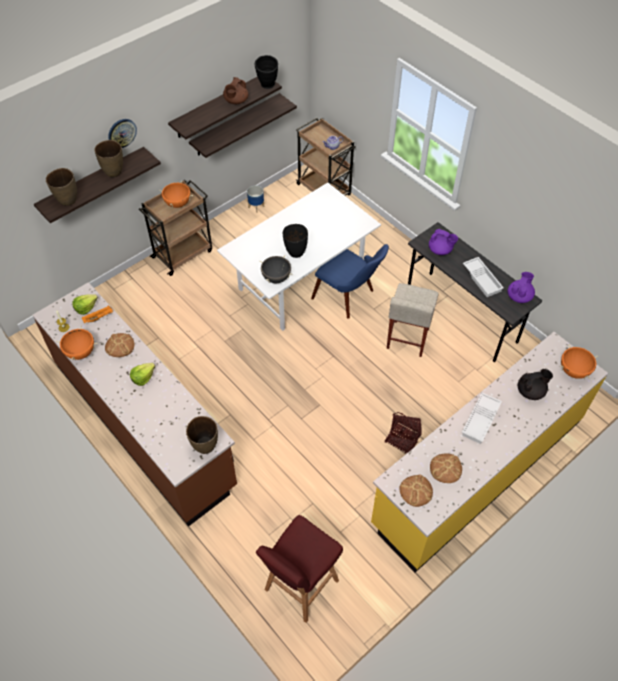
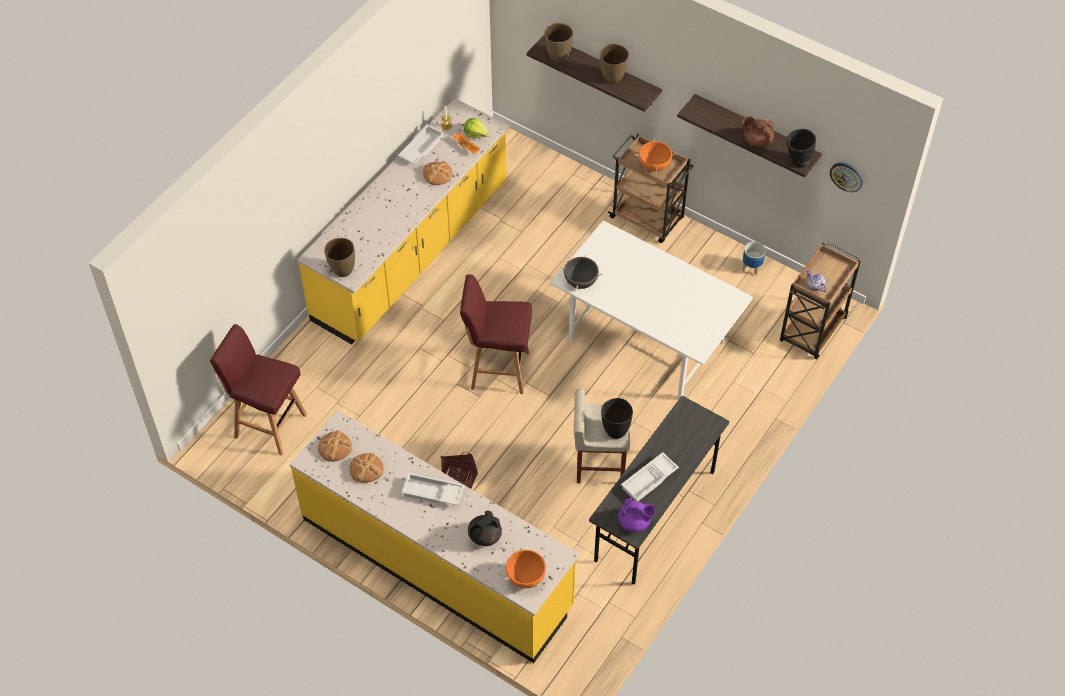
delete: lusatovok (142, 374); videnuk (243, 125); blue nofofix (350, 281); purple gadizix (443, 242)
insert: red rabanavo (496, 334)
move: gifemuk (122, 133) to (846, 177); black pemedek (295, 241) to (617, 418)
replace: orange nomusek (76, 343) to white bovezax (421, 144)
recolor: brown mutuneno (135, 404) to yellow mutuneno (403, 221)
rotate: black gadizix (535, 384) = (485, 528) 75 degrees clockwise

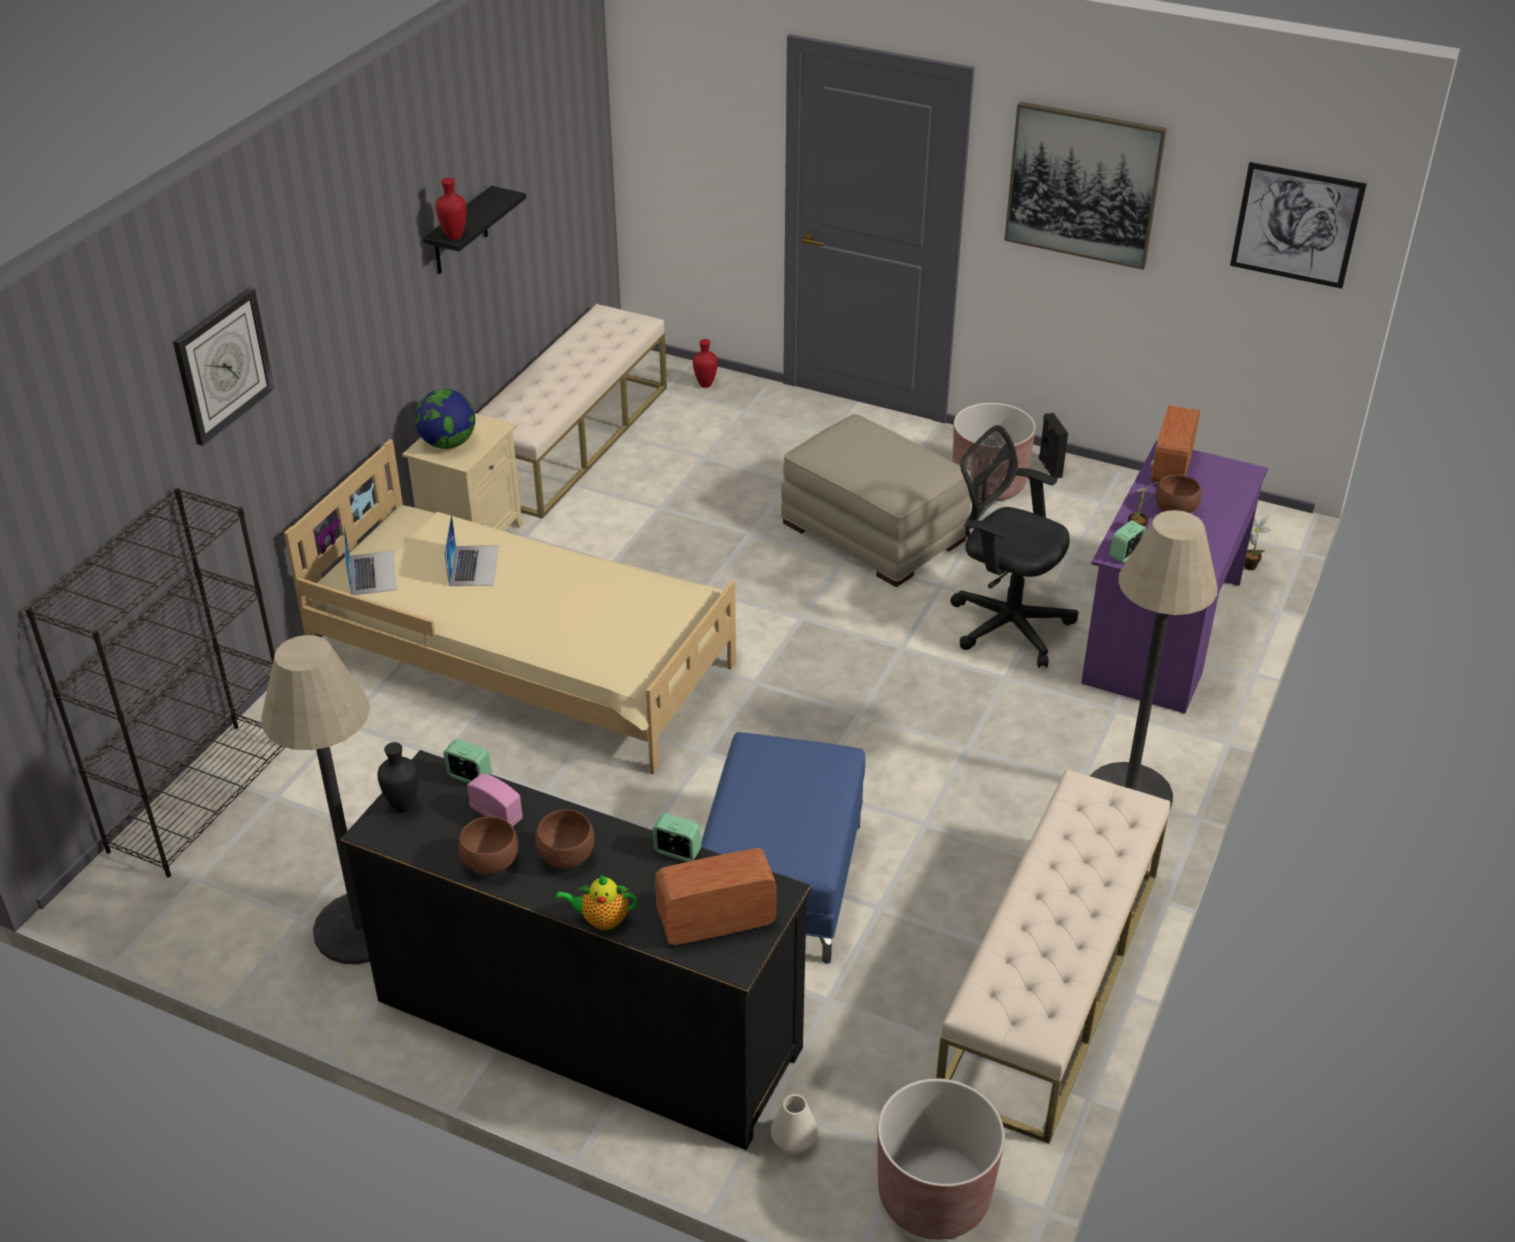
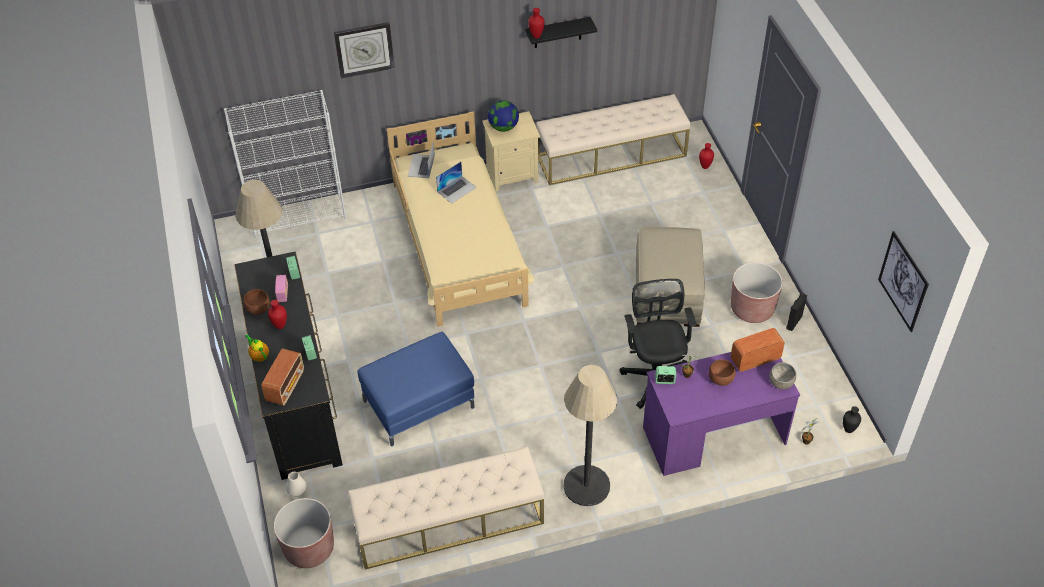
delete: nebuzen (1085, 186)
insert: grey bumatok (782, 376)
move: black pemedek (398, 777) to (852, 419)
replace: brown bumatok (564, 839) to red pemedek (277, 314)
recolor: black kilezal (155, 683) to white kilezal (285, 164)
rotate: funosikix (370, 559) = (421, 160) 150 degrees clockwise; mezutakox (716, 896) = (283, 377) 75 degrees clockwise

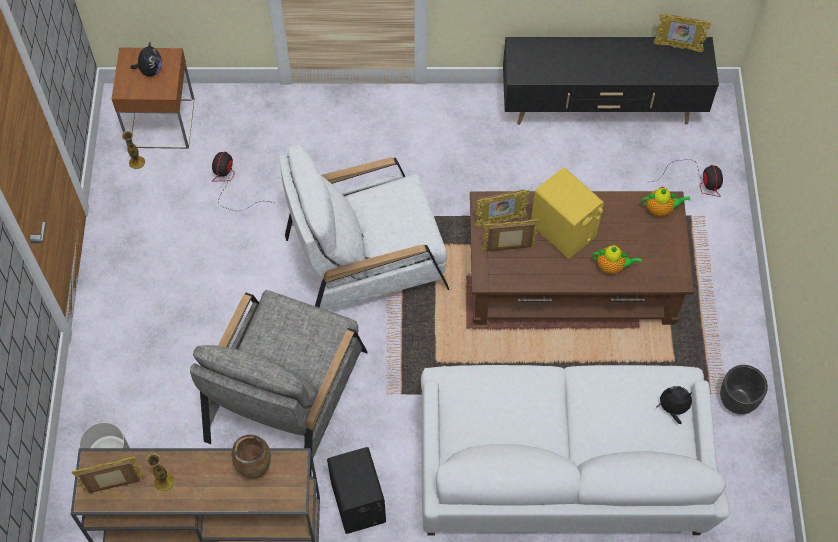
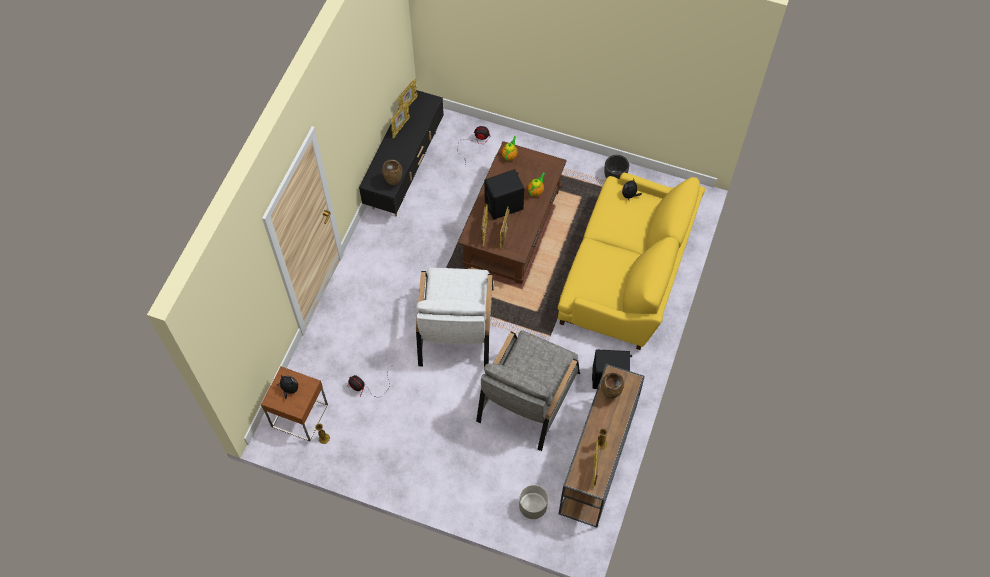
insert: brown pemedek (392, 172); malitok (400, 119)
recolor: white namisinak (575, 450) to yellow namisinak (631, 261); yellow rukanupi (567, 213) to black rukanupi (504, 194)
rotate: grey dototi (279, 383) = (528, 390) 75 degrees clockwise

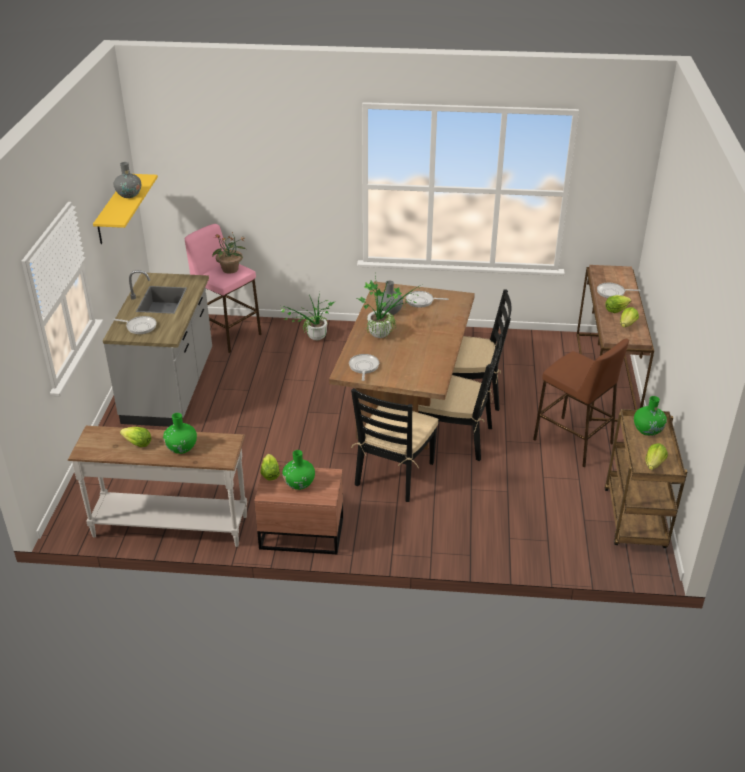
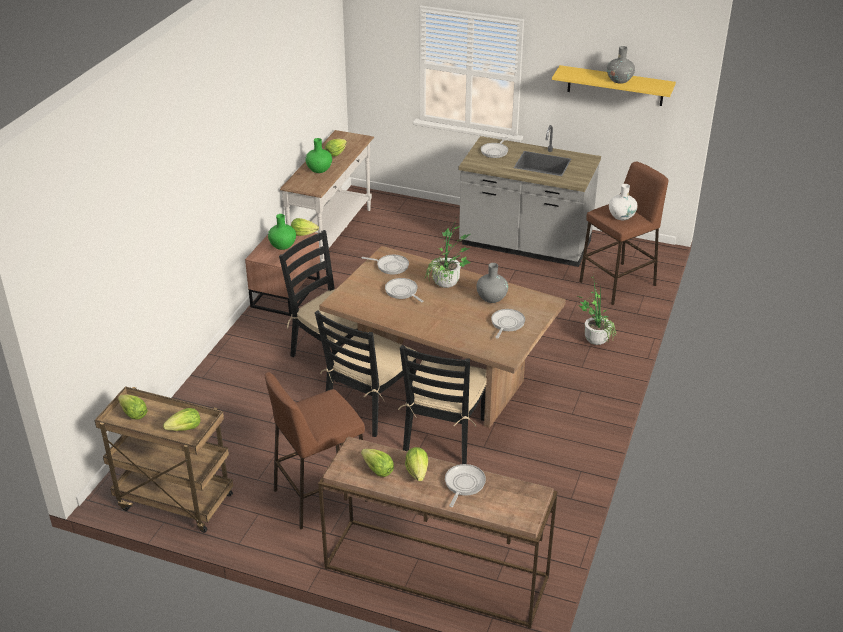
insert: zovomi (404, 290)
replace: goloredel (229, 253) to white pemedek (623, 202); green pemedek (650, 416) to lusatovok (181, 419)
recolor: pink rabanavo (223, 288) to brown rabanavo (623, 233)

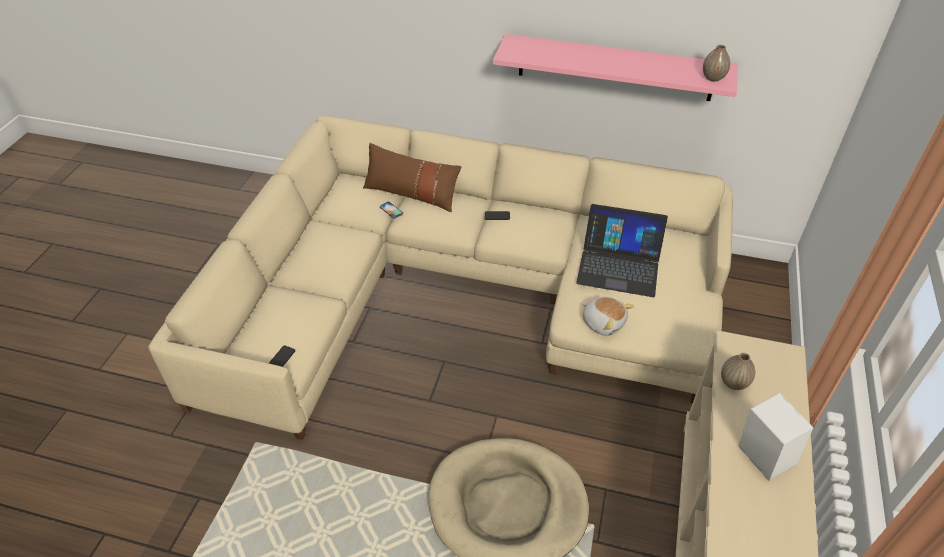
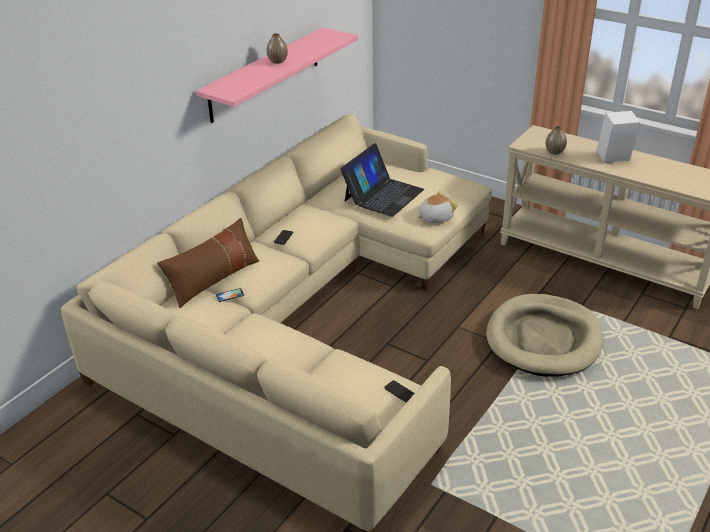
move: pemedek (716, 63) to (277, 48)

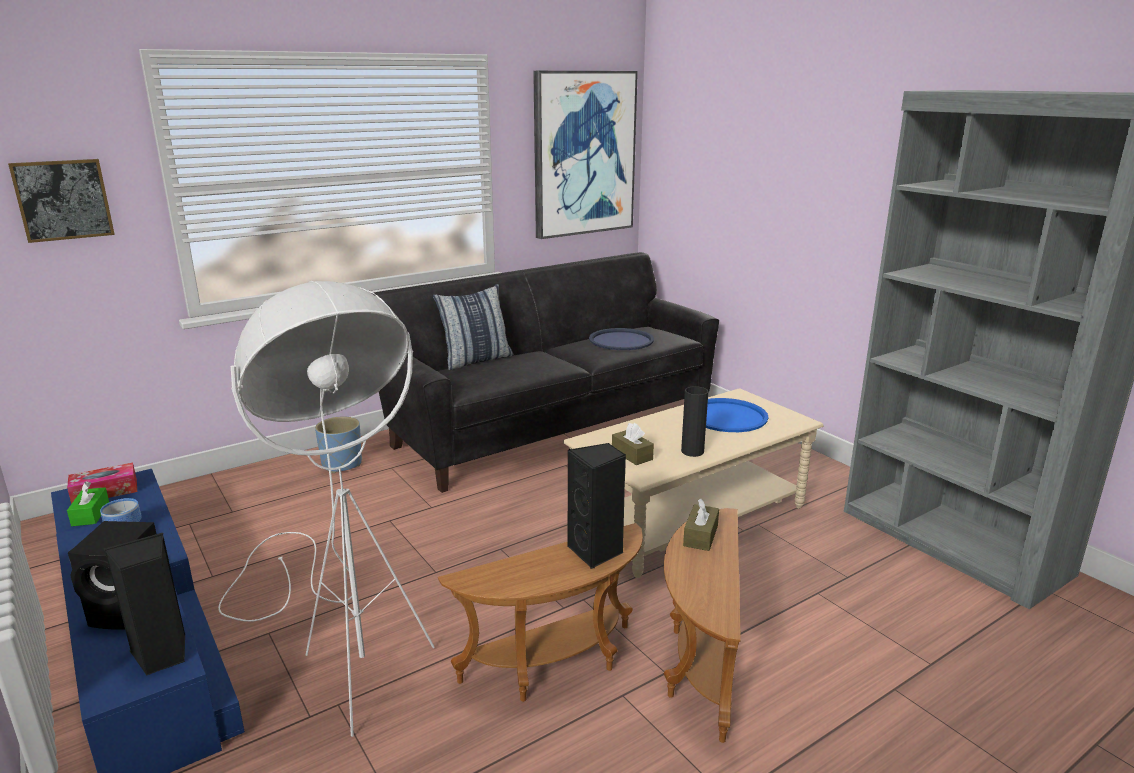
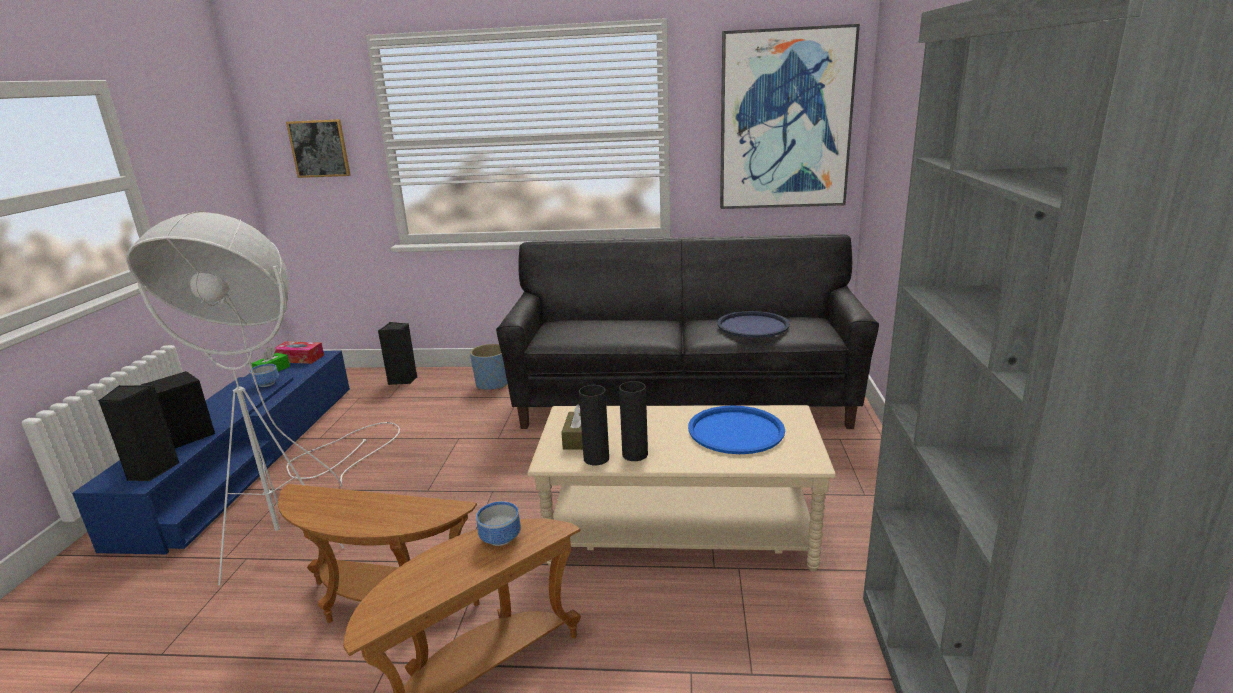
delete: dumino (473, 327)
insert: black pemedek (594, 425)
move: black rukanupi (597, 506) to (398, 353)
replace: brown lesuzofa (701, 525) to bumatok (498, 523)

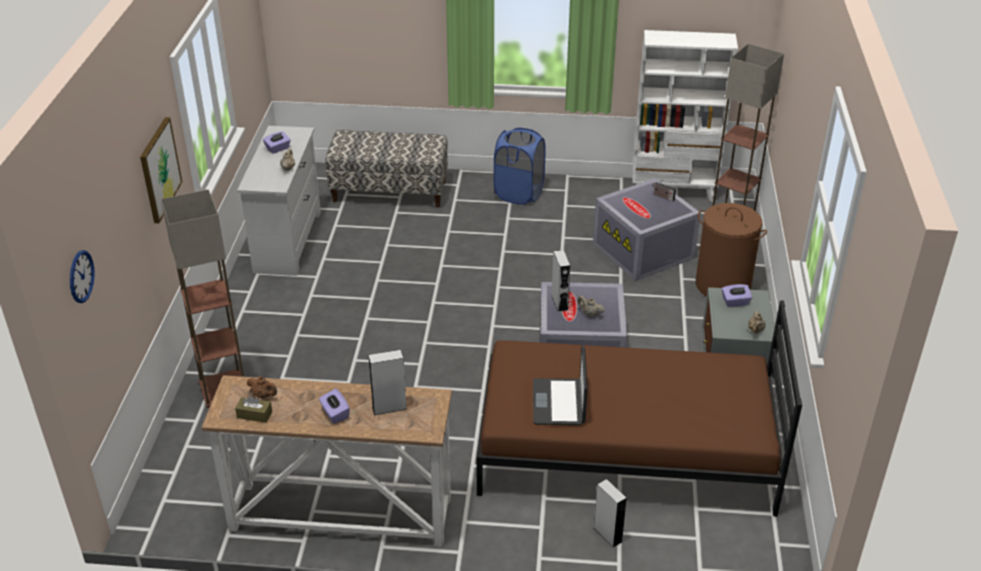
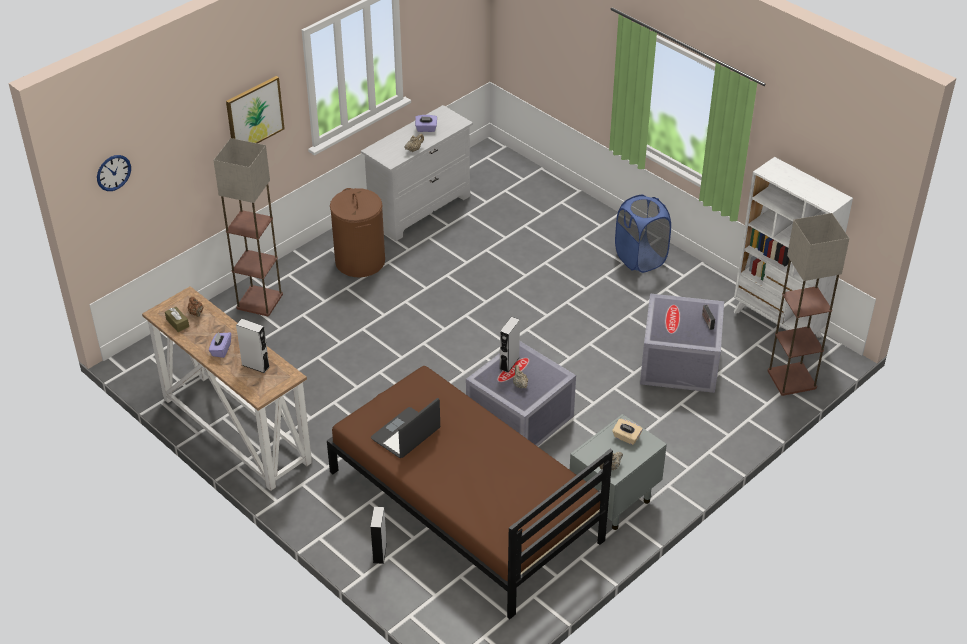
delete: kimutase (386, 169)
move: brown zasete (731, 250) to (357, 232)
recolor: purple lesuzofa (737, 295) to beige lesuzofa (627, 432)

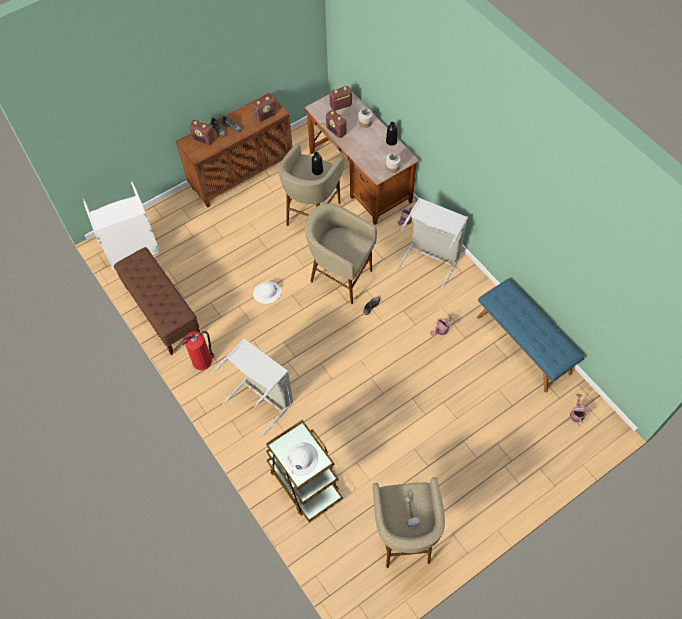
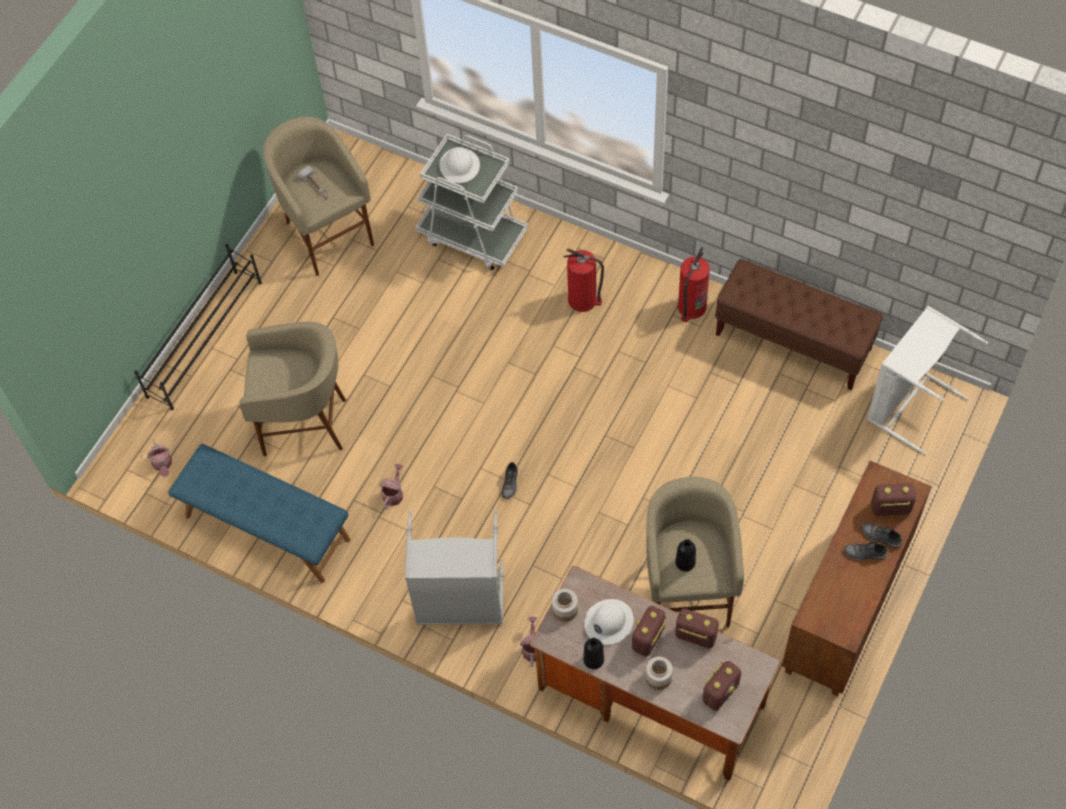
insert: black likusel (198, 327)
move: mezutakox (264, 108) to (649, 631); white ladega (267, 292) to (609, 622); beige rabanavo (341, 253) to (293, 389)
replace: grey zasete (252, 387) to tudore (583, 280)
recolor: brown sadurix (304, 471) to white sadurix (471, 202)

